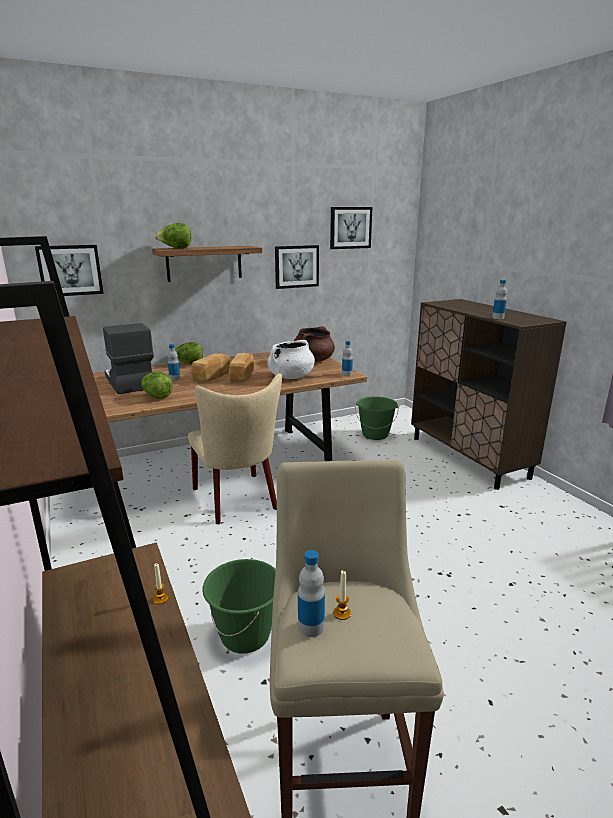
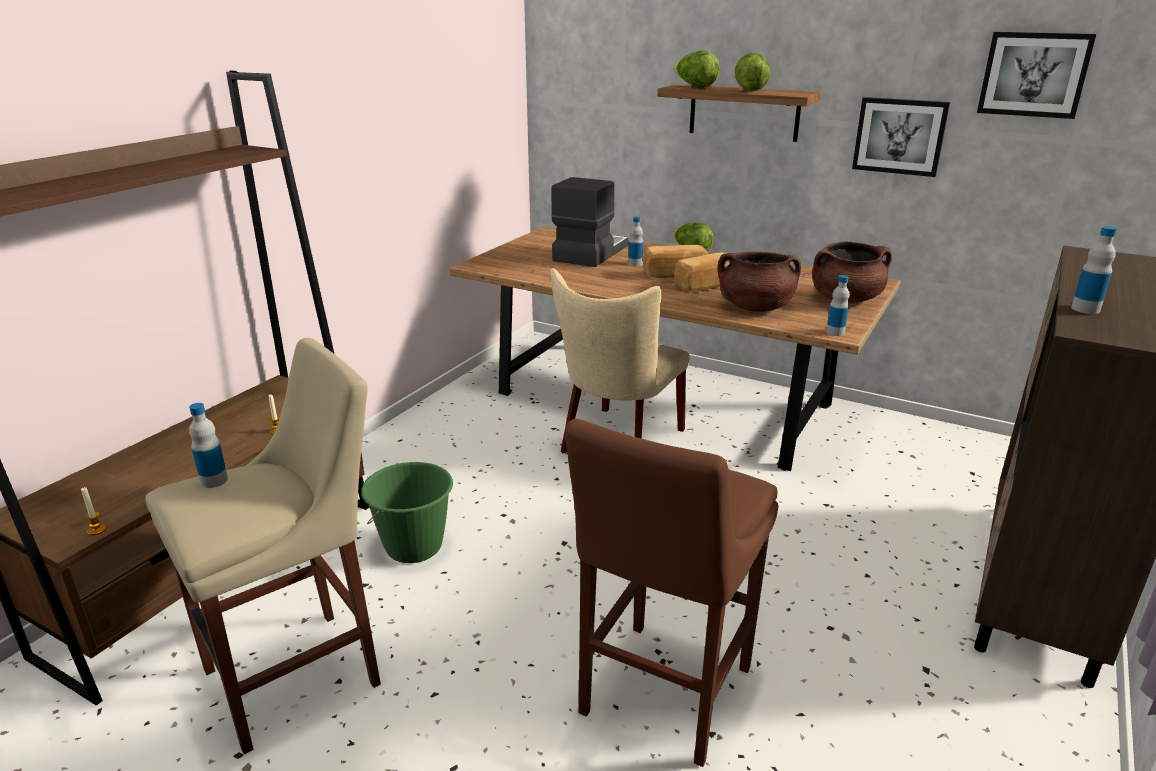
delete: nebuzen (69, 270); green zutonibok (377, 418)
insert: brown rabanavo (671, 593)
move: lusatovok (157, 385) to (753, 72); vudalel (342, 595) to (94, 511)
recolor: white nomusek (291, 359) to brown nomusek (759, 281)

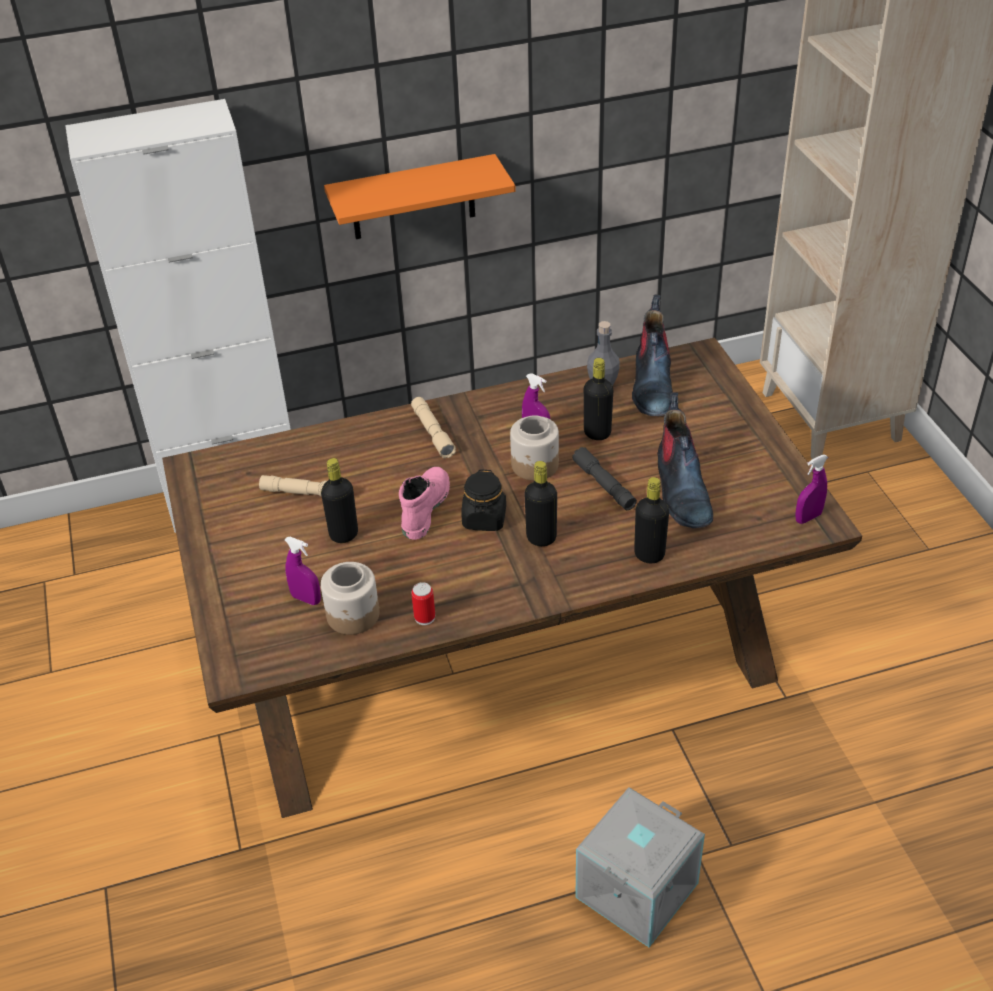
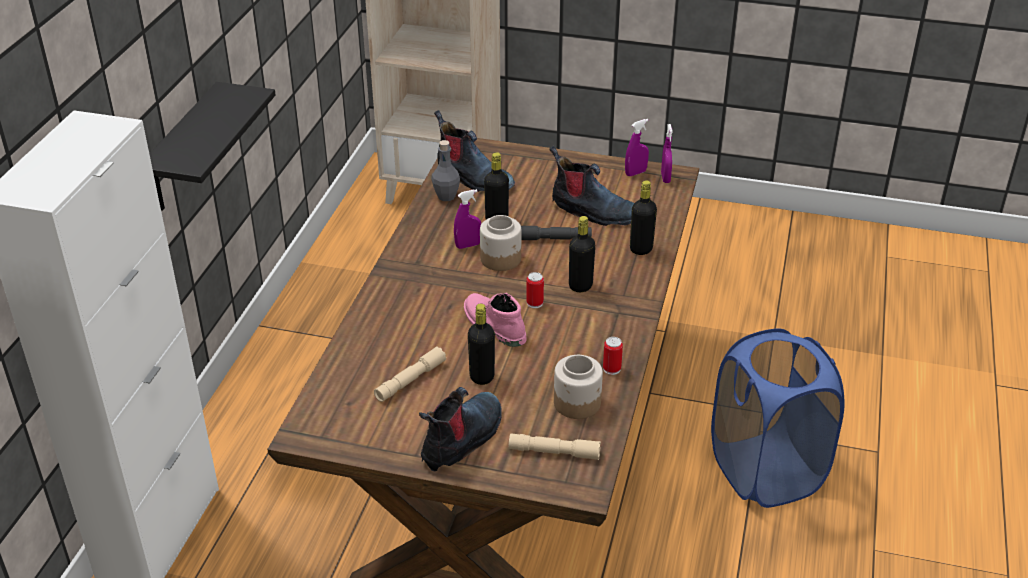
insert: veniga (460, 429)
move: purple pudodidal (303, 571) to (637, 147); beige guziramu (433, 427) to (555, 447)
replace: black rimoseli (483, 500) to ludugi (535, 290); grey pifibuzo (640, 867) to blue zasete (778, 418)
recolor: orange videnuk (420, 196) to black videnuk (212, 146)

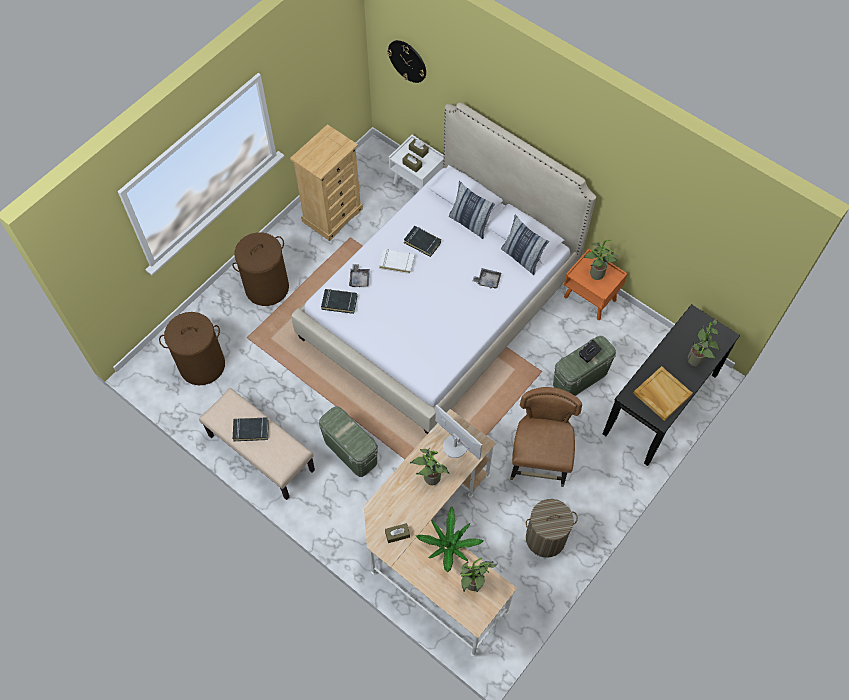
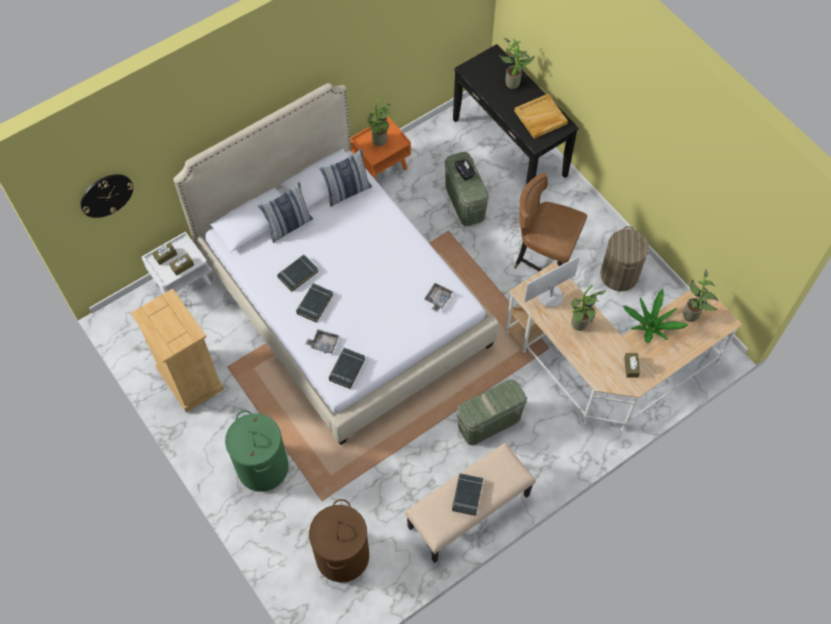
move: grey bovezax (487, 278) to (438, 297)
recolor: brown zasete (260, 269) to green zasete (257, 451); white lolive (396, 261) to black lolive (314, 303)

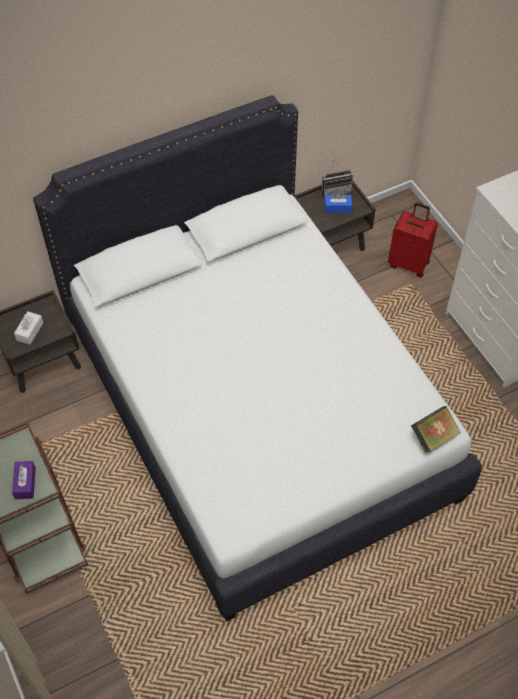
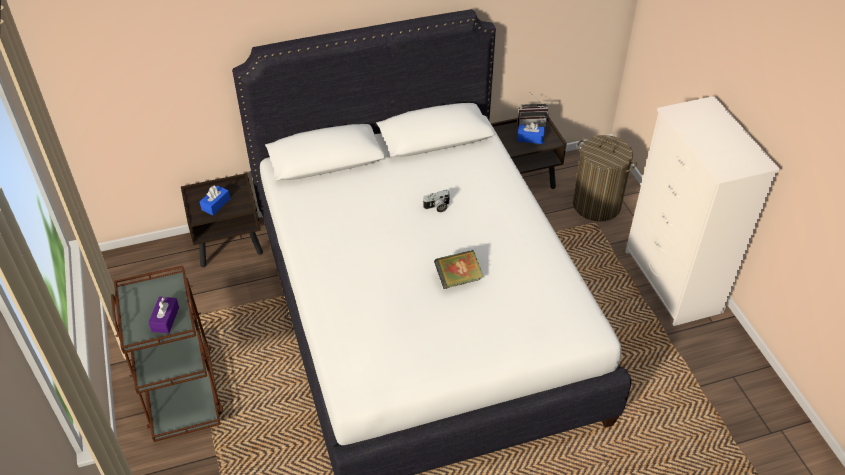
insert: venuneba (436, 201)
move: lolive (436, 429) to (459, 269)
replace: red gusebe (413, 240) to zasete (605, 178)
recolor: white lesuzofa (28, 328) to blue lesuzofa (215, 200)

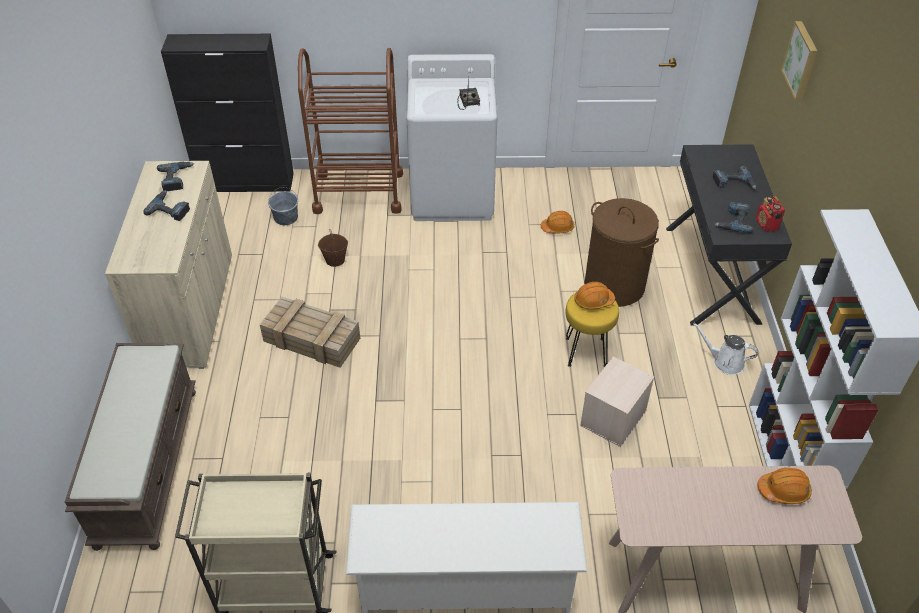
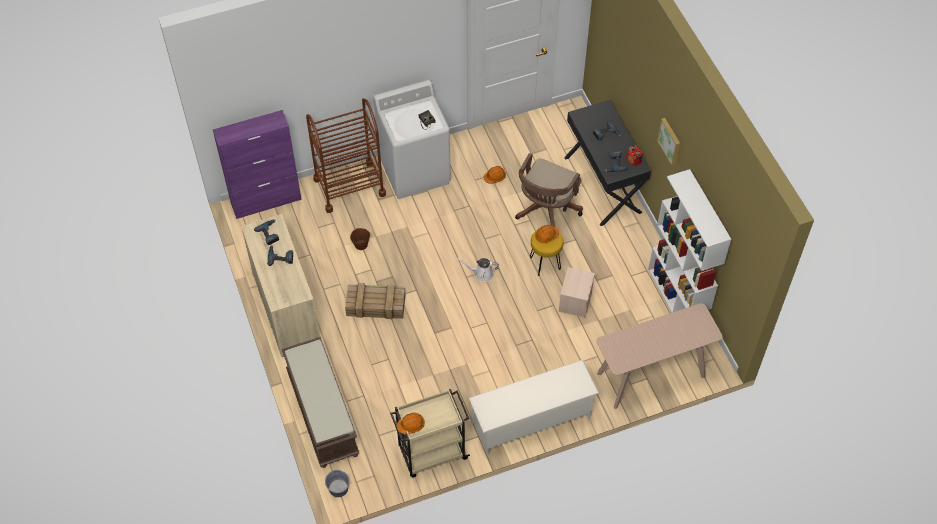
move: grey zutonibok (283, 206) to (337, 483); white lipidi (725, 349) to (478, 270); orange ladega (785, 486) to (411, 423); nebuzen (799, 60) to (668, 142)
replace: brown zasete (621, 252) to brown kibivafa (549, 189)
recolor: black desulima (227, 113) to purple desulima (257, 164)

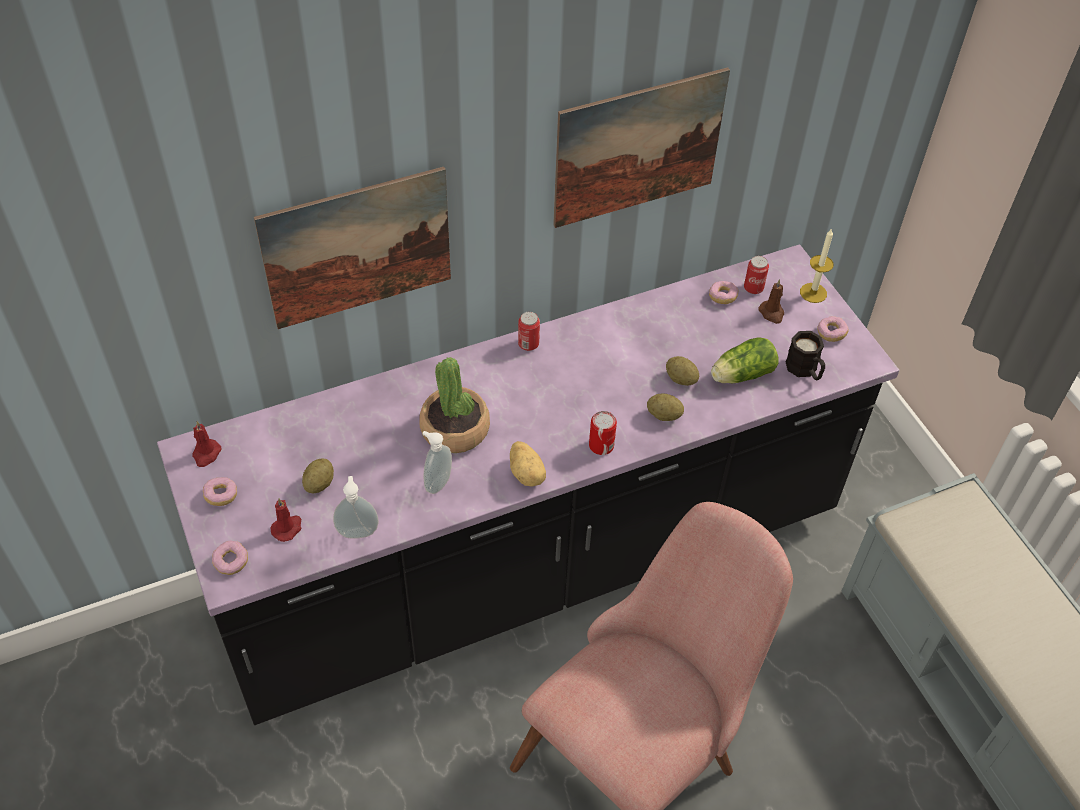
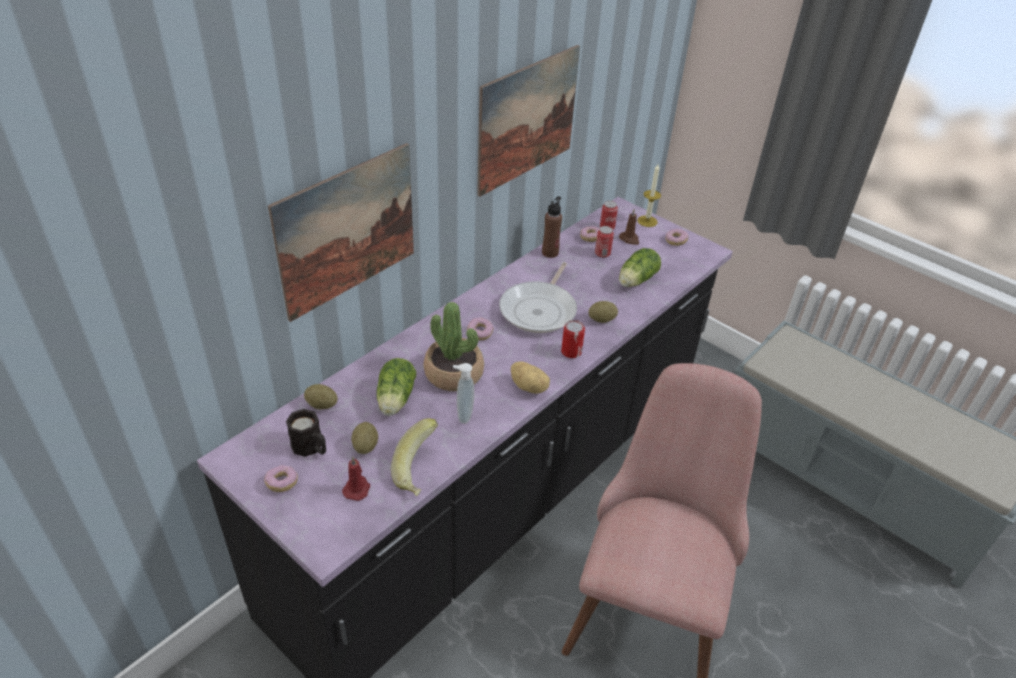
delete: red vudalel (207, 444)
insert: lusatovok (396, 387); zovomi (538, 297); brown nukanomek (552, 227)
move: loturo (230, 558) to (480, 328); ludugi (529, 331) to (604, 242); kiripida (682, 371) to (321, 396); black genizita (805, 356) to (306, 433)
replace: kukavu (356, 507) to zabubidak (414, 457)

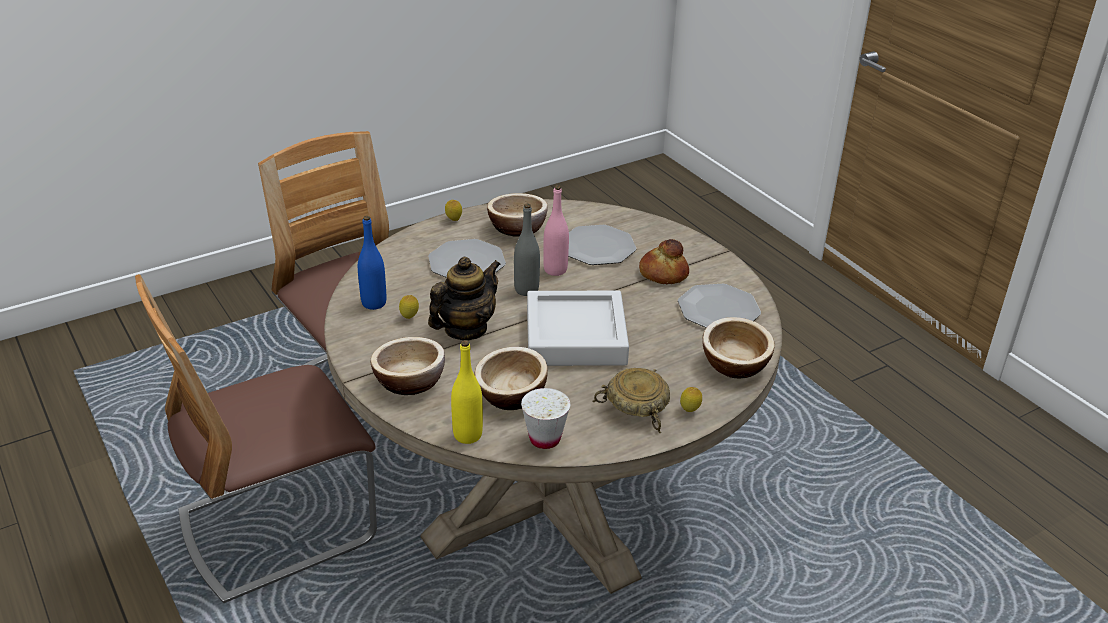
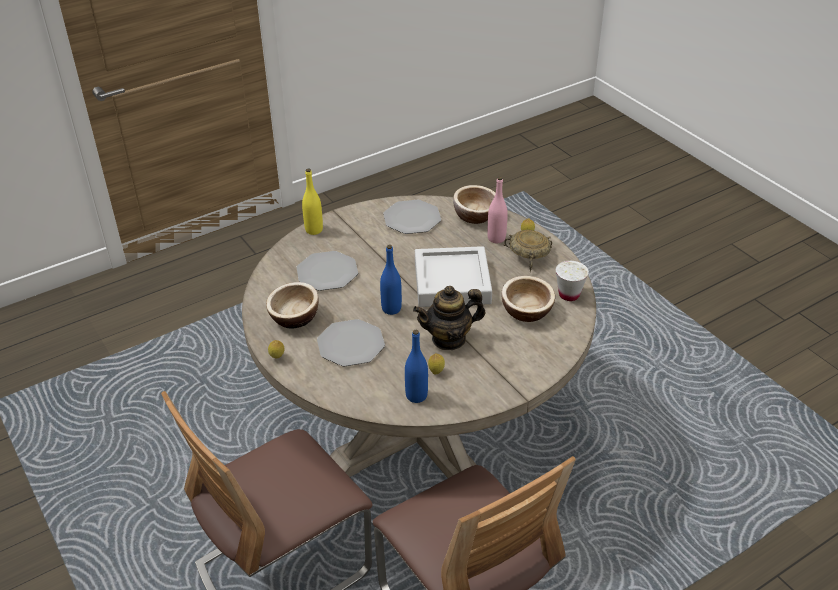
delete: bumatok (408, 366); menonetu (664, 261)
move: yellow nukanomek (467, 392) to (312, 202); pink nukanomek (556, 230) to (498, 209)
recolor: grey nukanomek (527, 250) to blue nukanomek (391, 280)
rotate: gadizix (464, 298) = (449, 318) 60 degrees counterclockwise

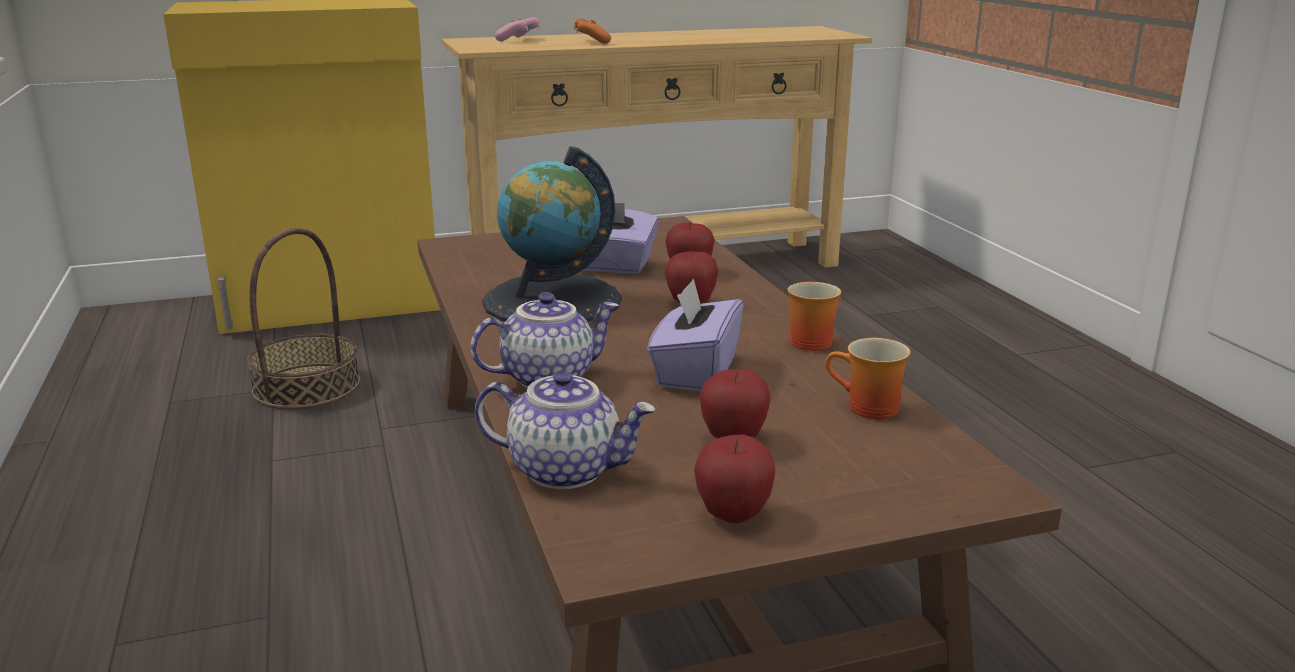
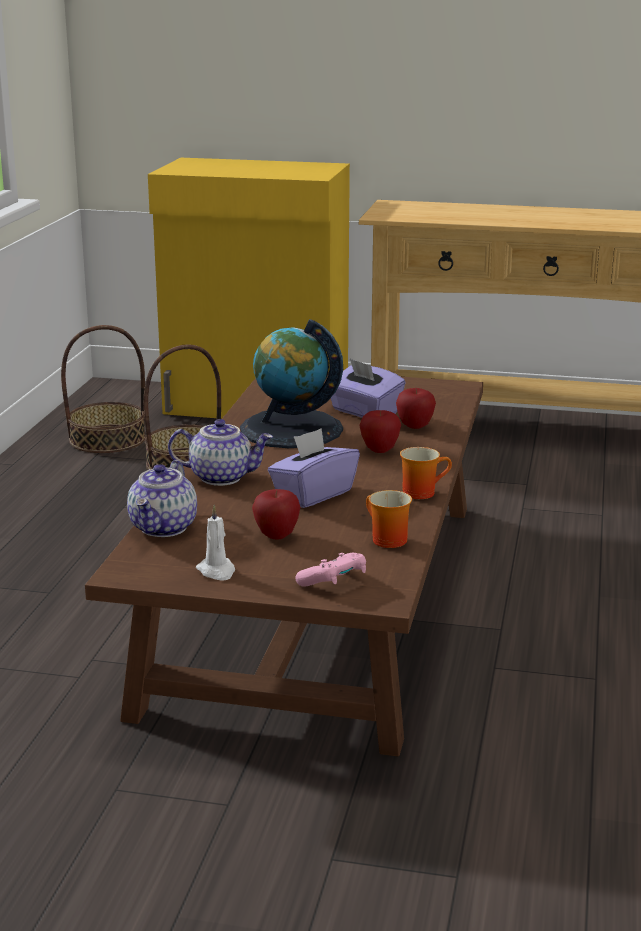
delete: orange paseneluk (592, 31)
insert: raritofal (103, 389)
move: pink paseneluk (517, 29) to (331, 570)
replace: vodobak (734, 478) to white vudalel (215, 543)
rotate: gadizix (565, 429) = (162, 498) 60 degrees clockwise

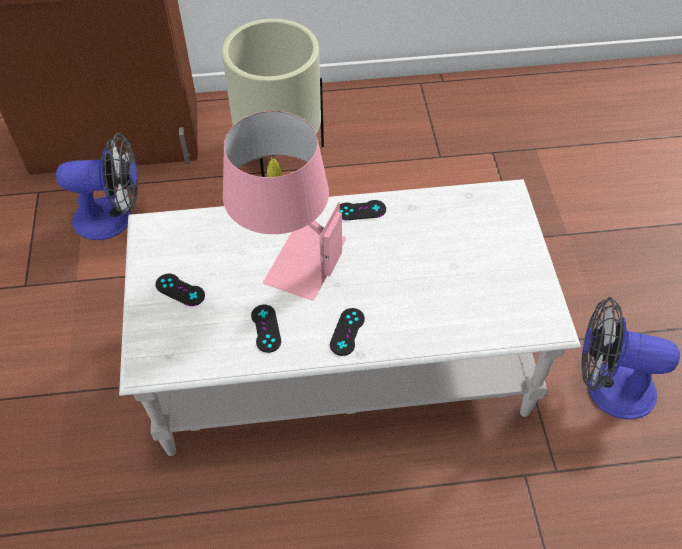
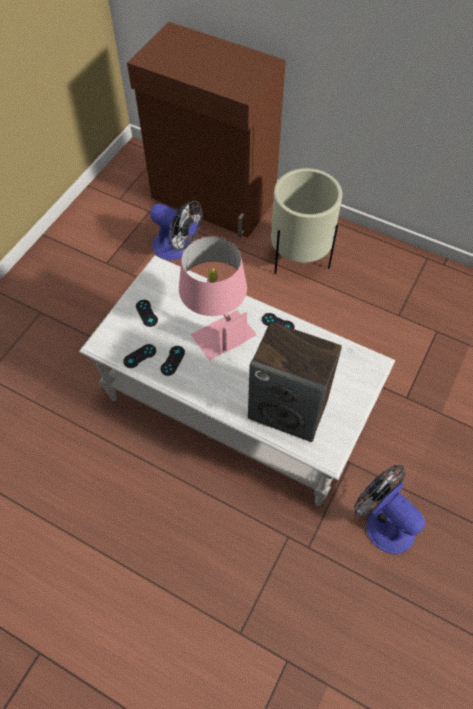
insert: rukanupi (295, 382)
move: black paseneluk (347, 332) to (139, 356)

